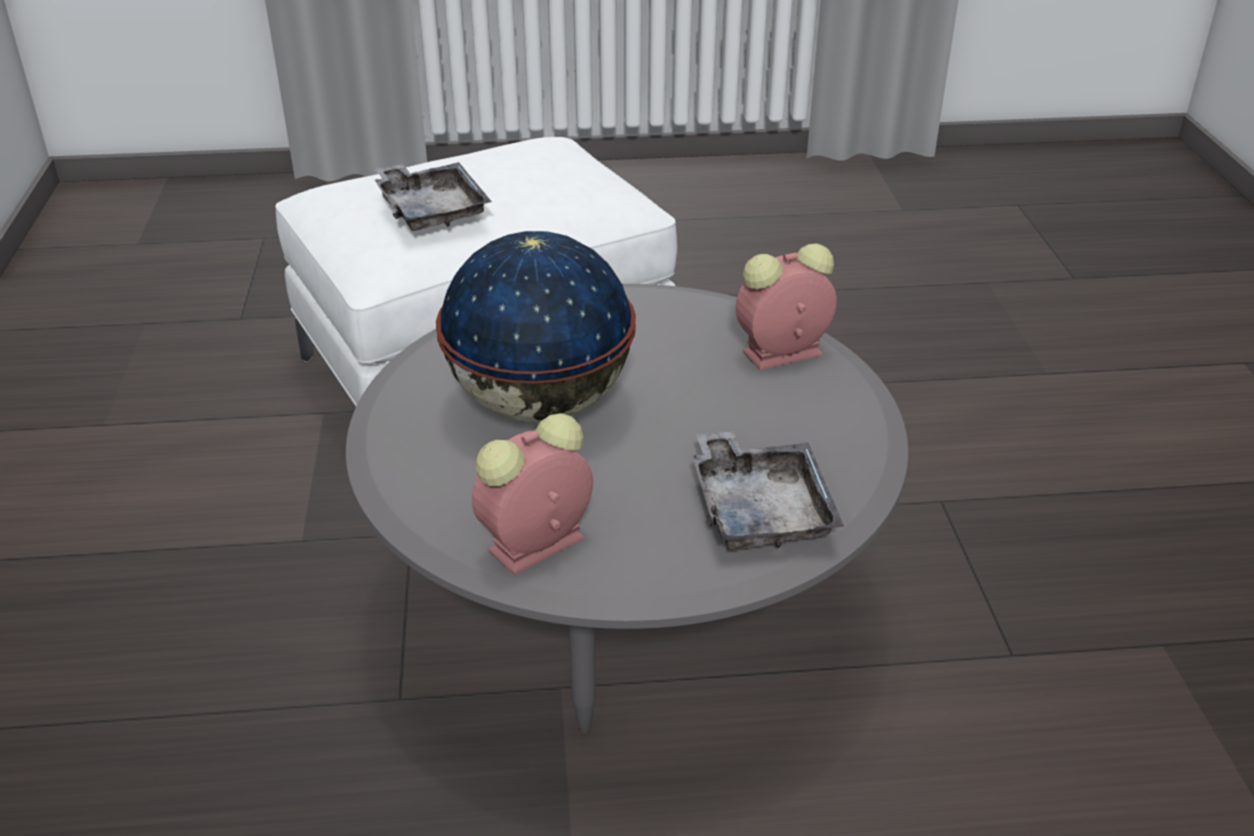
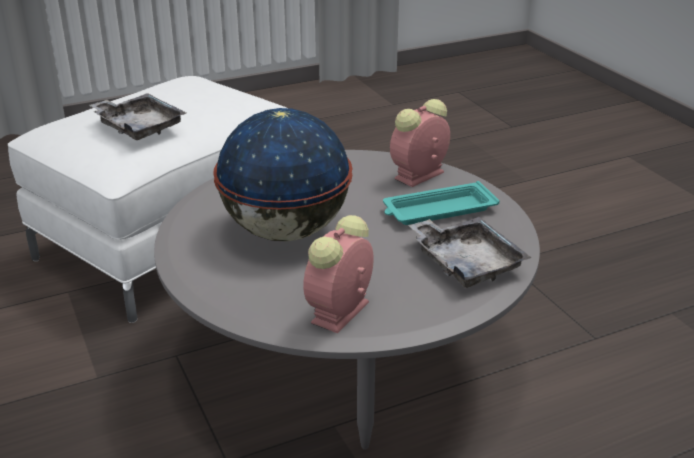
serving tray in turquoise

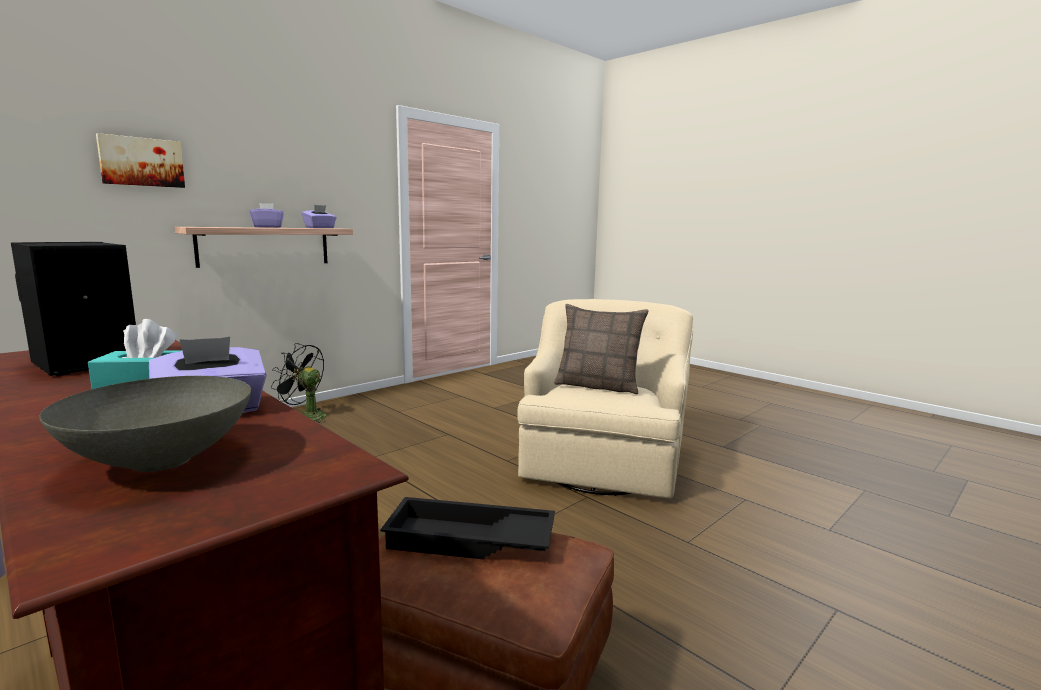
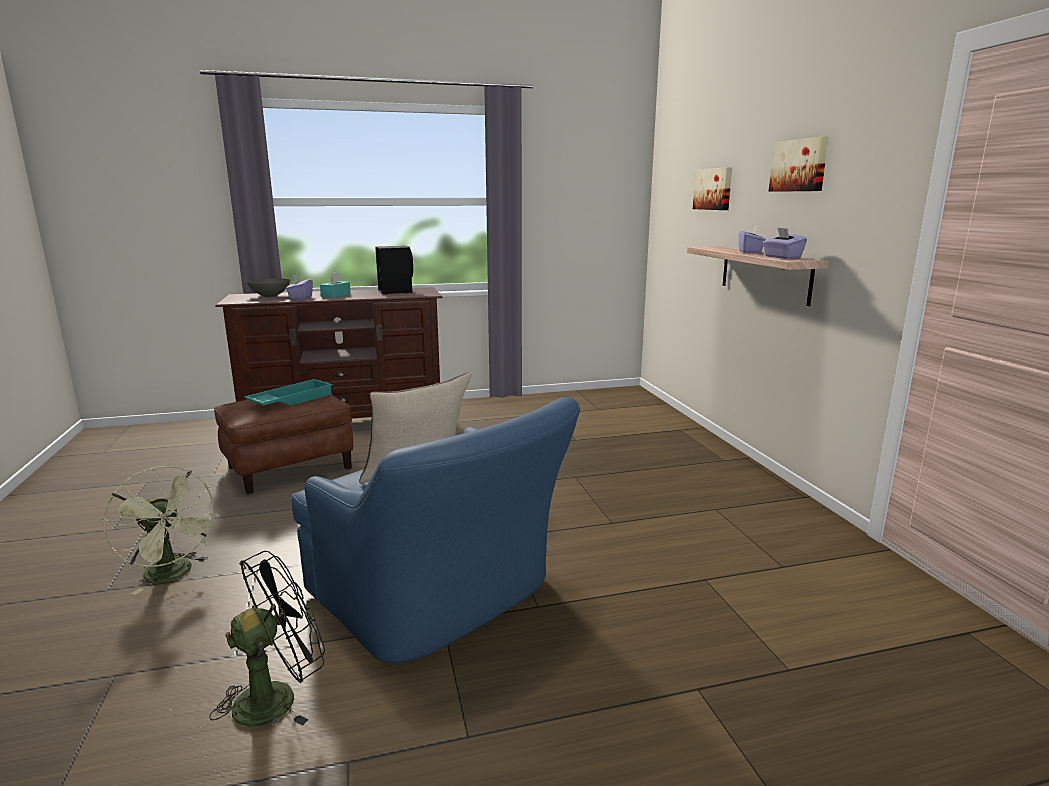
fan in blackish; serving tray in turquoise; armchair in blue-coloured; fan in greenish; picture (no. 2 from left)

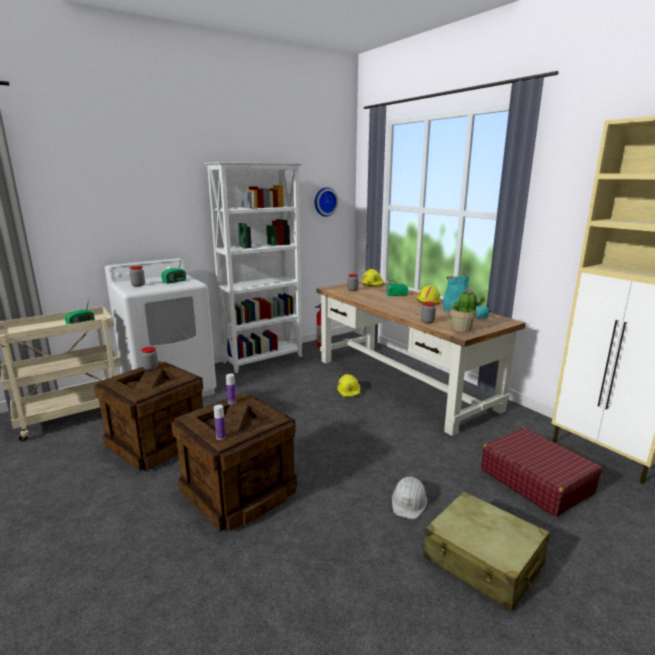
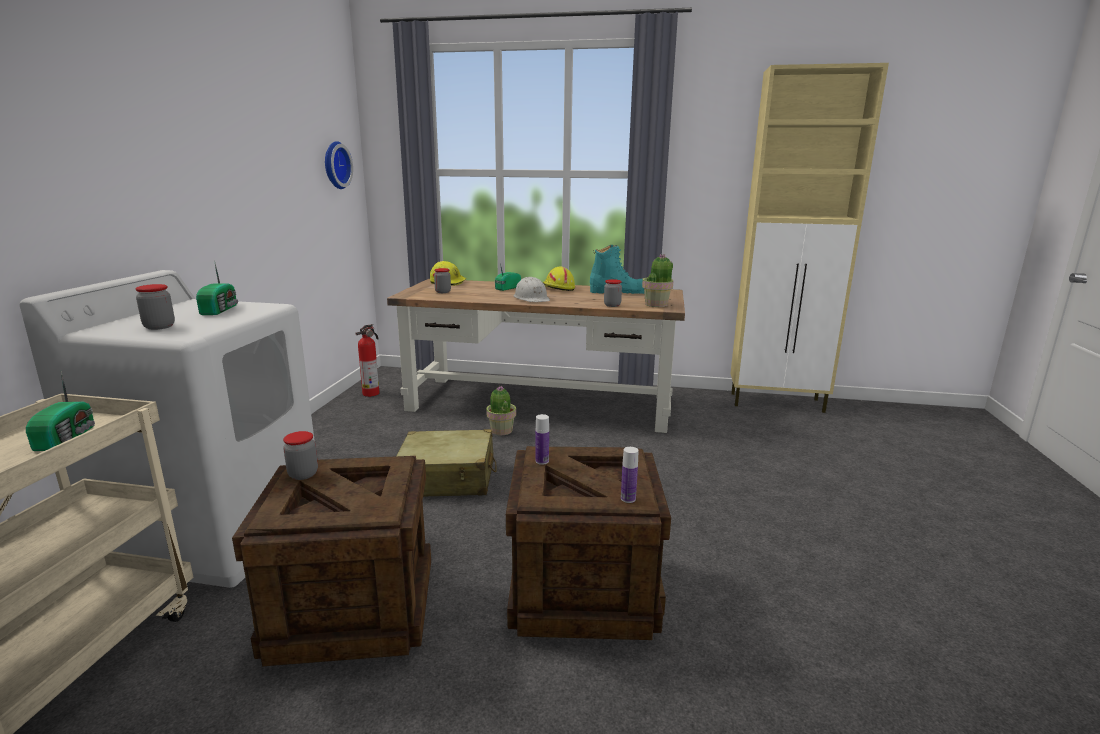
shelving unit in white-coloured; houseplant (no. 1 from left); safety helmet in white-coloured; piece of luggage in beige-coloured; piece of luggage in red

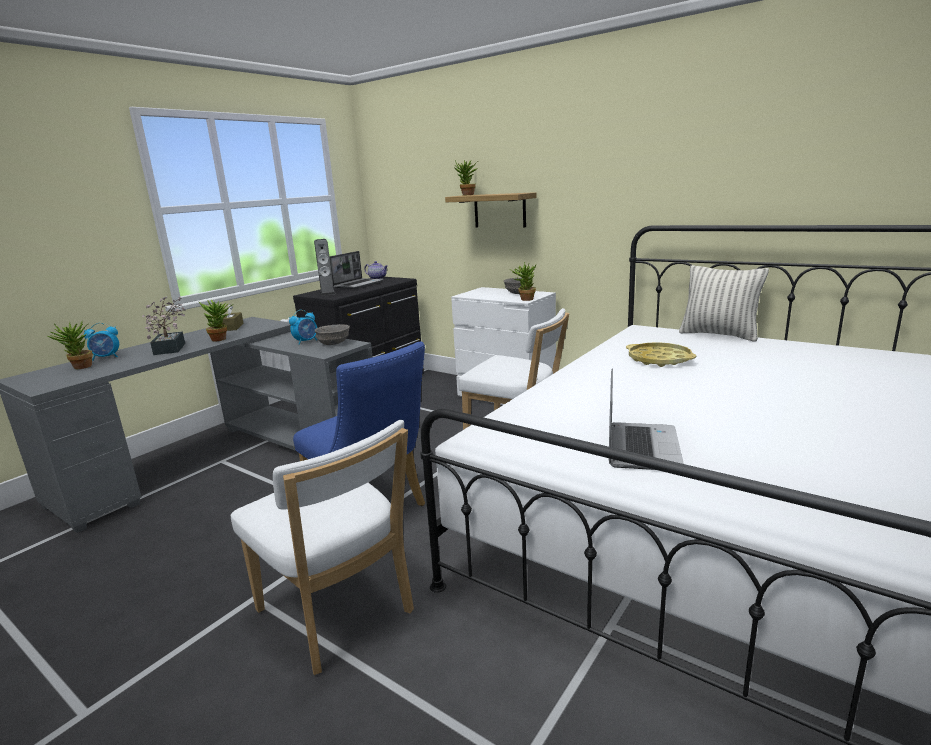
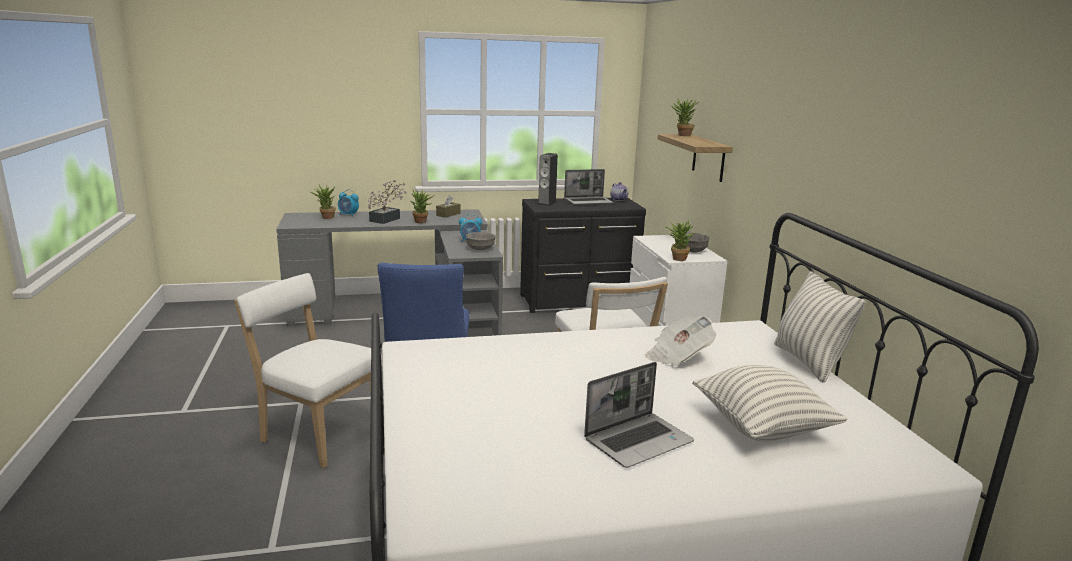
plain chair in white-coloured (no. 1 from left); laptop (no. 2 from left); daily paper; cushion (no. 1 from left)

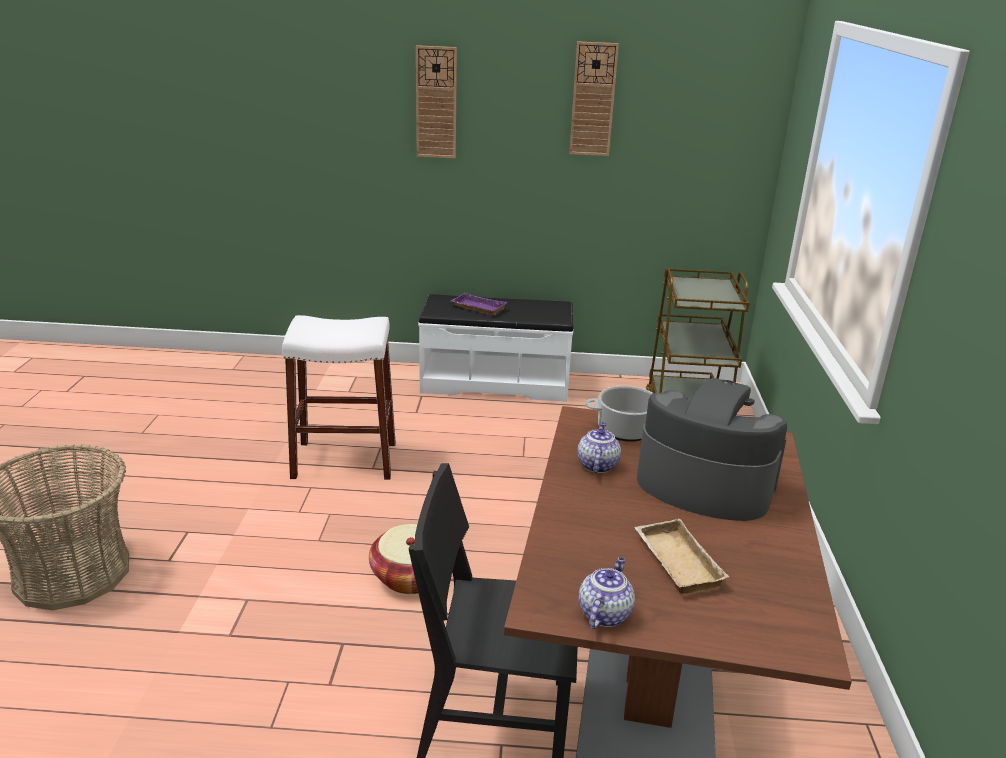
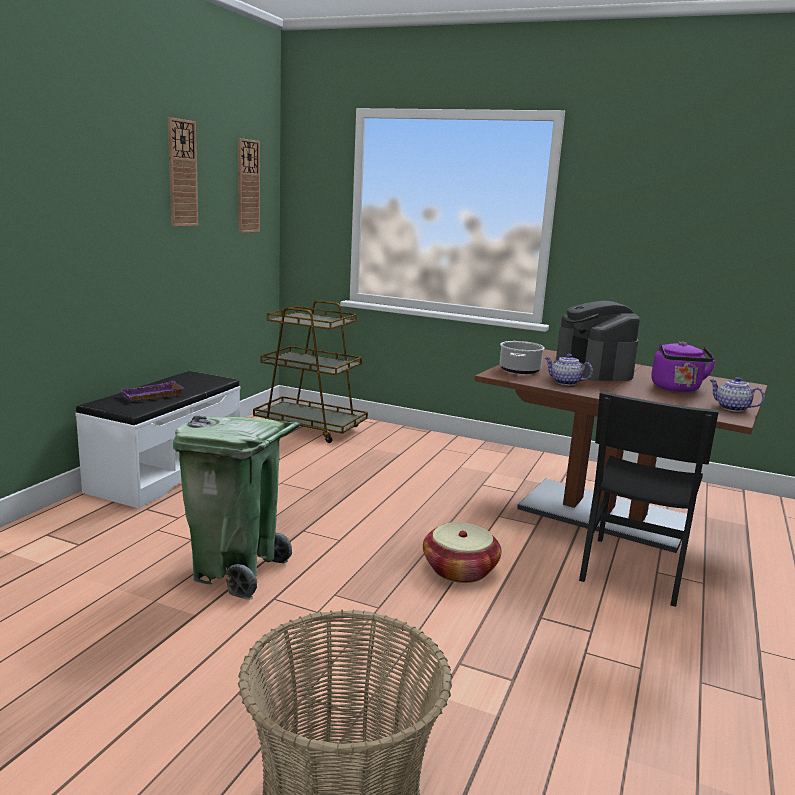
rubbish bin in greenish; hanging clock (no. 2 from left); tea kettle in purple-coloured; coffee machine

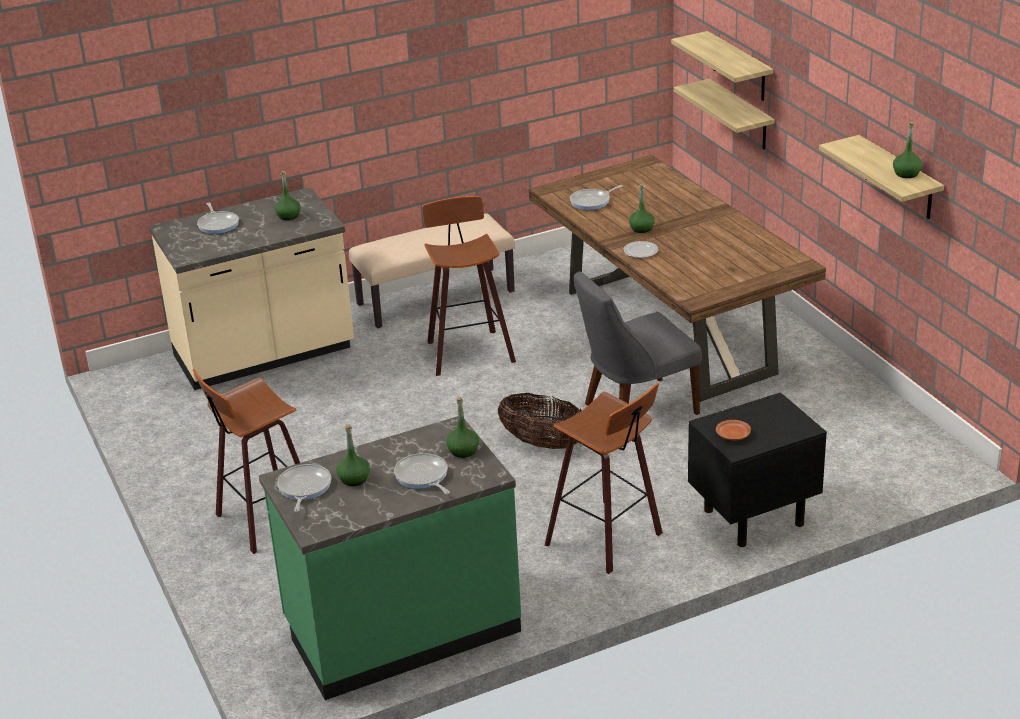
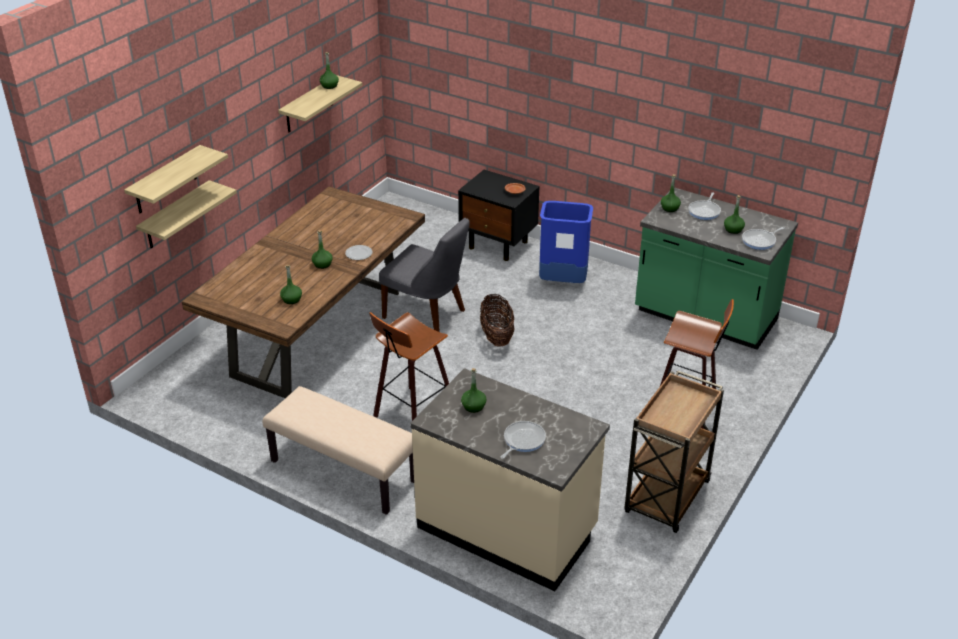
rubbish bin in blue-coloured; drink bottle in greenish (no. 1 from left); trolley in brown-coloured

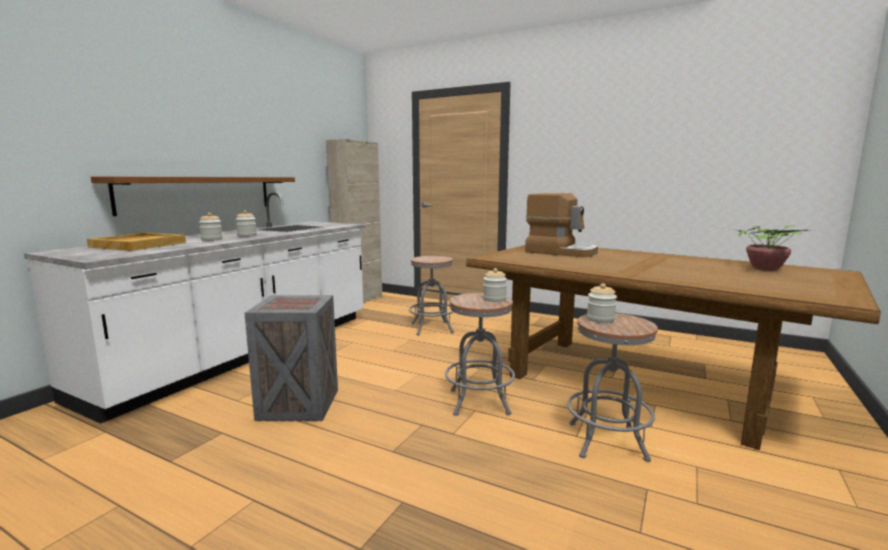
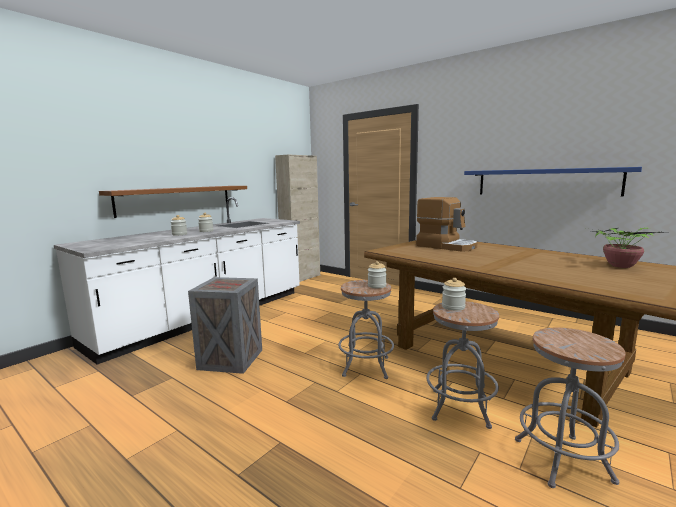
serving tray in beige-coloured; sitting stool in greyish (no. 3 from left); bracket shelf in blue-coloured

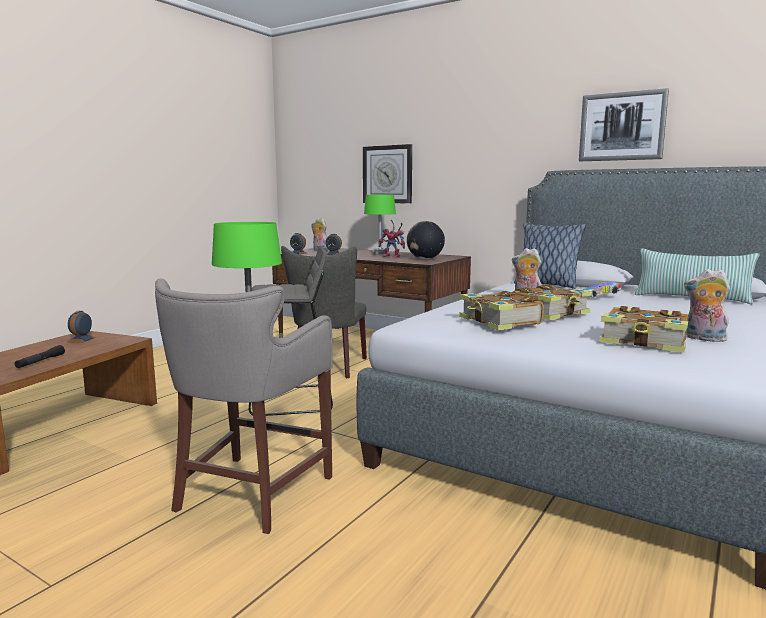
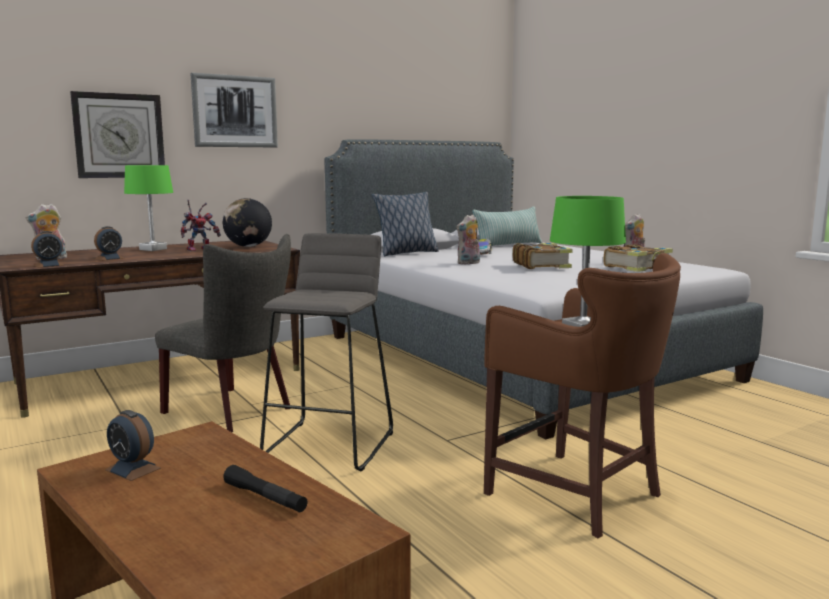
sitting stool in brown-coloured; book (no. 1 from left in the first image); picture

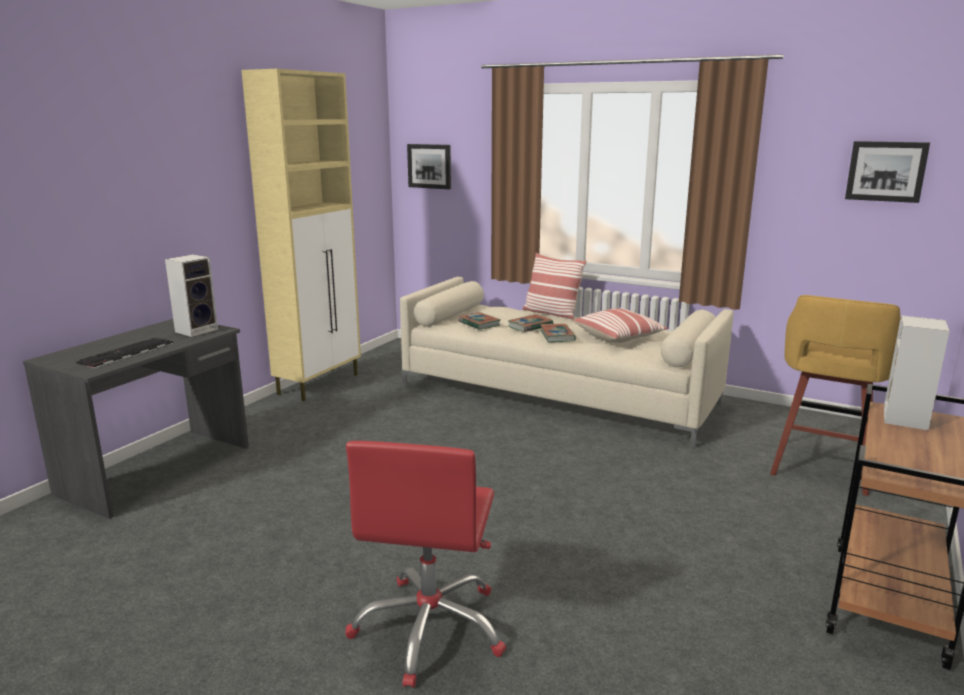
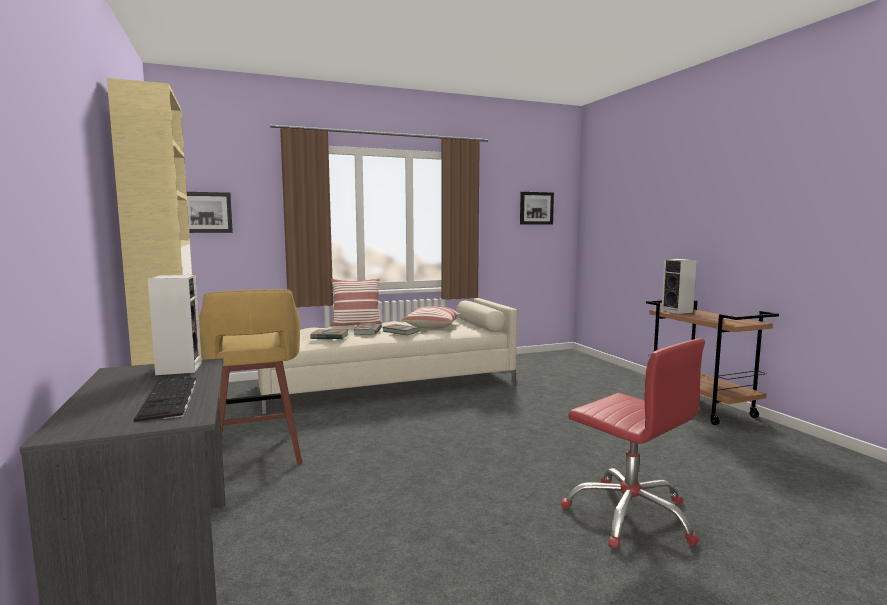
sitting stool in yellow

